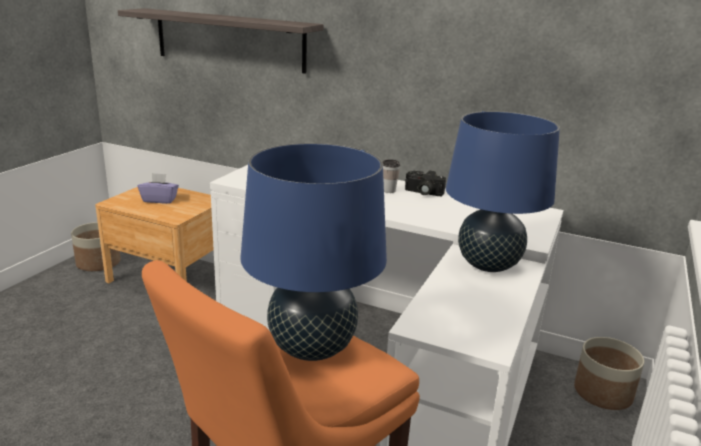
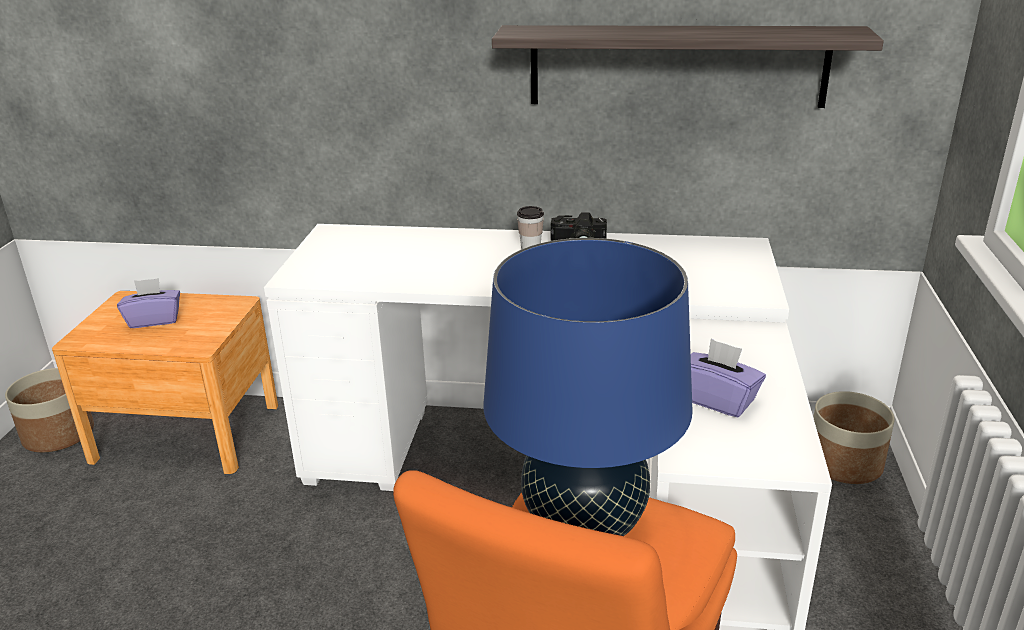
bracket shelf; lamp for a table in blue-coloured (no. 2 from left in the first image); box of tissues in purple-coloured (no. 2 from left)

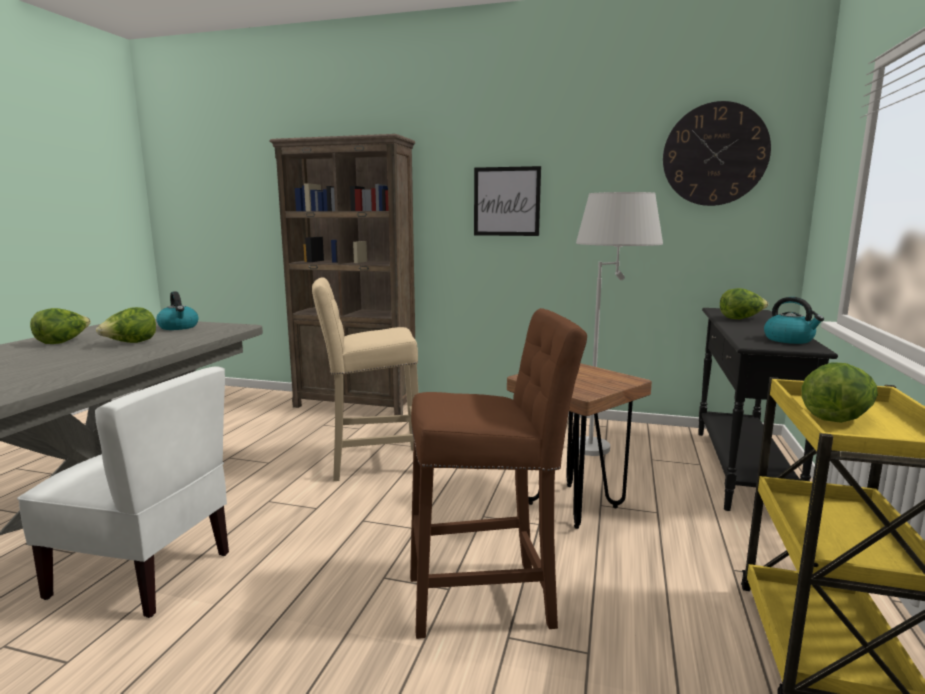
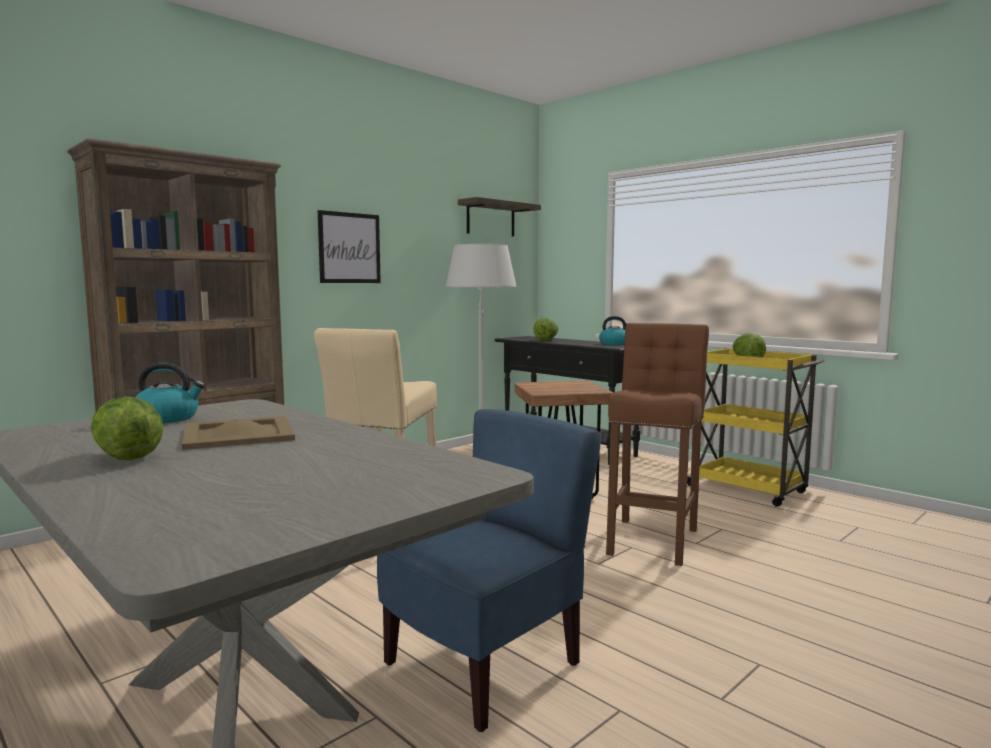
plain chair in blue-coloured; serving tray in beige-coloured; bracket shelf

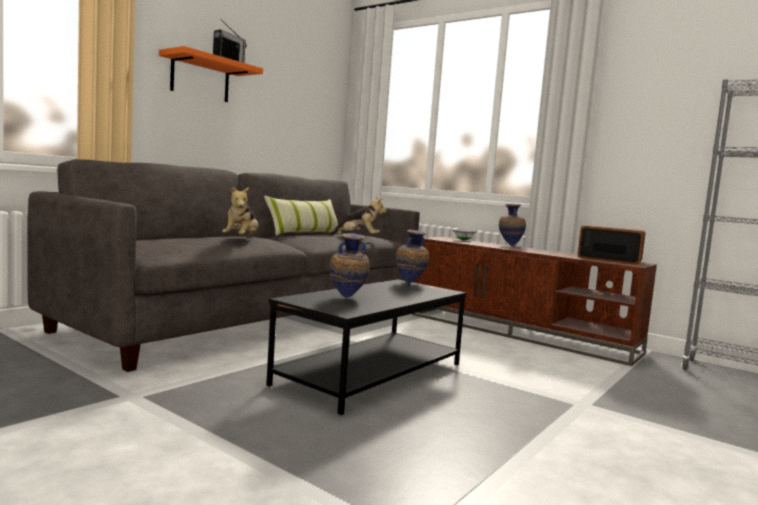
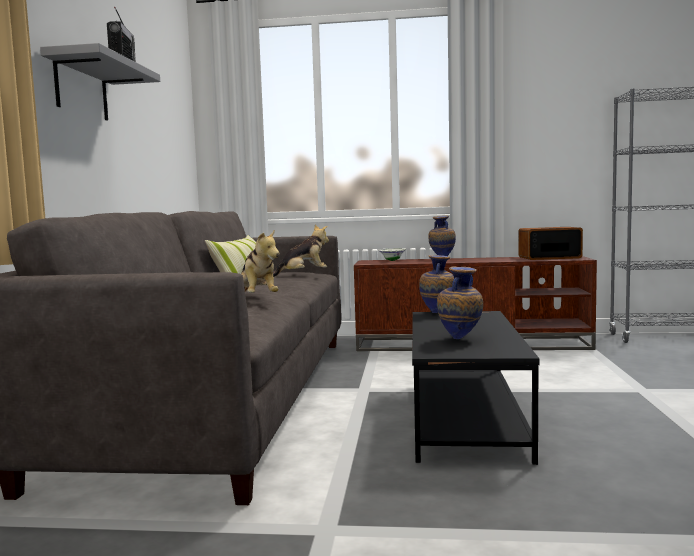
bracket shelf in greyish

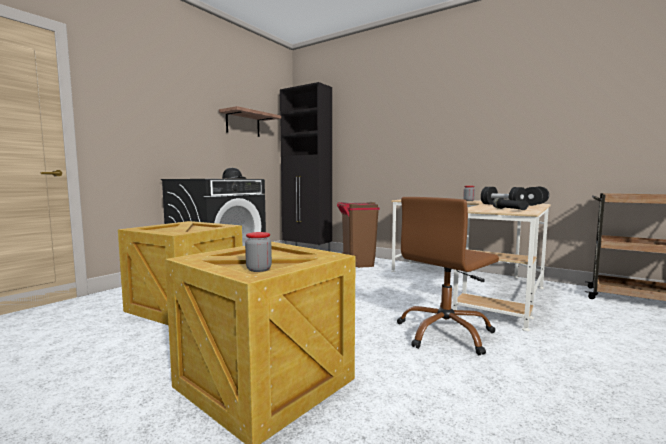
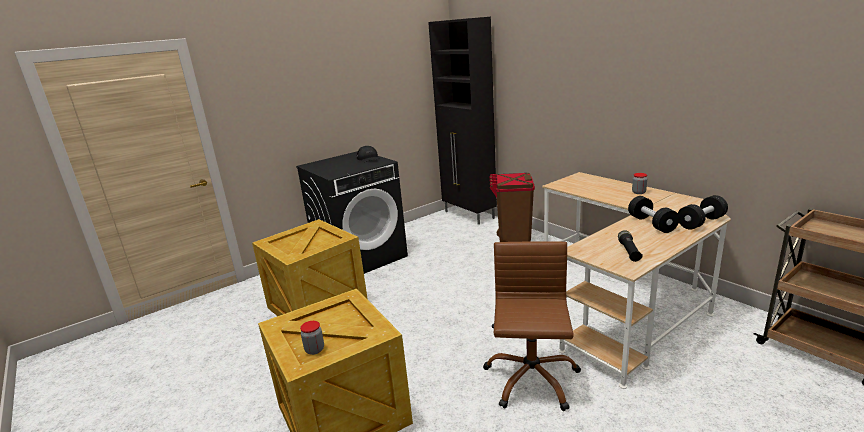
bracket shelf; computer chair in brown-coloured

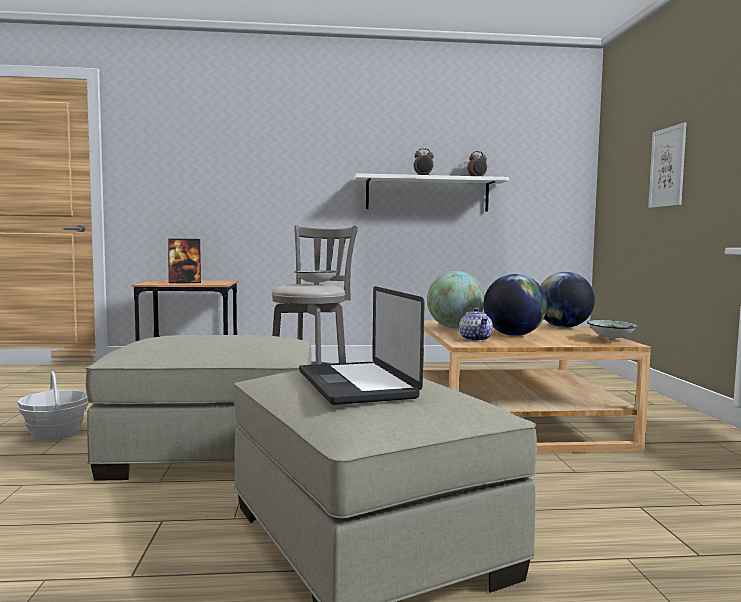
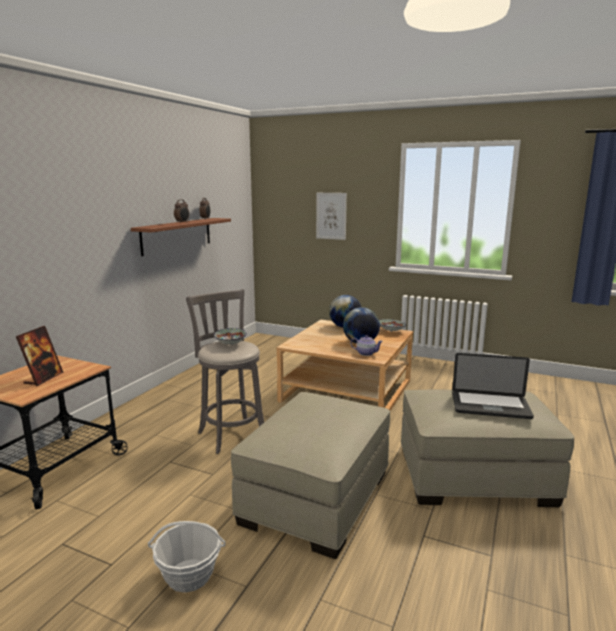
bracket shelf in brown-coloured; desk globe (no. 1 from left in the first image)

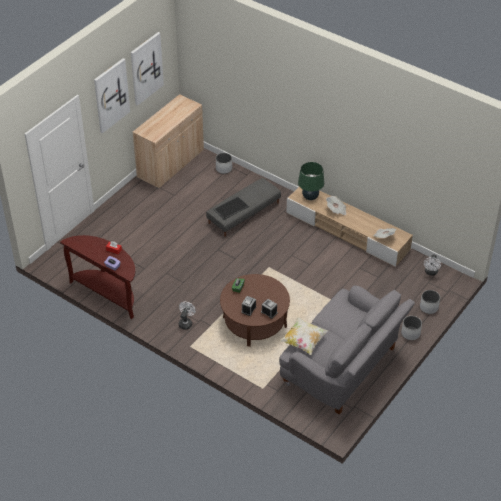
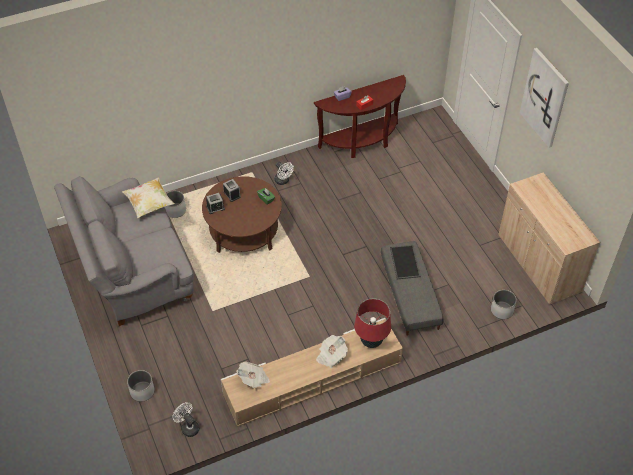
picture (no. 2 from left in the first image); lamp for a table in red; plant pot in white-coloured (no. 2 from left)

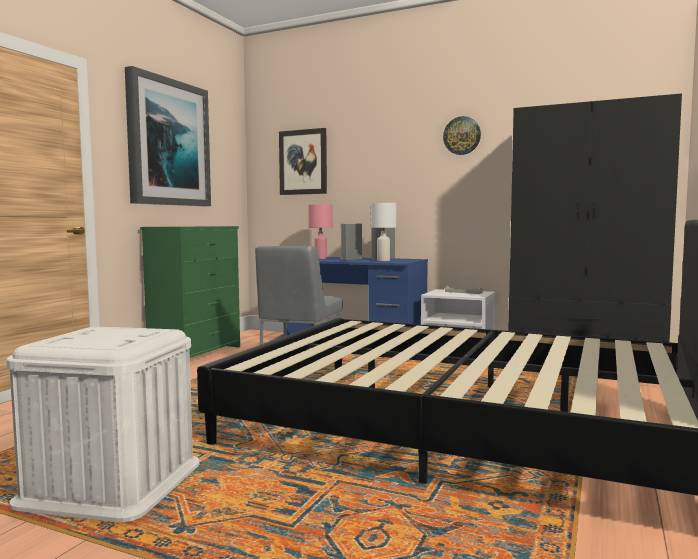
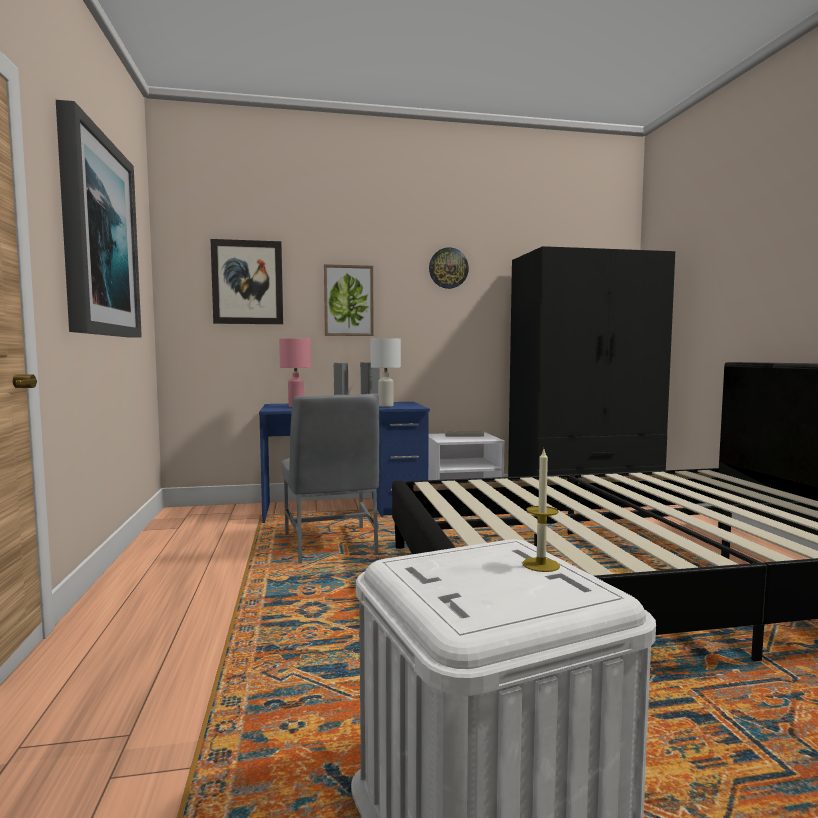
chest of drawers in greenish; picture (no. 3 from left); wax candle

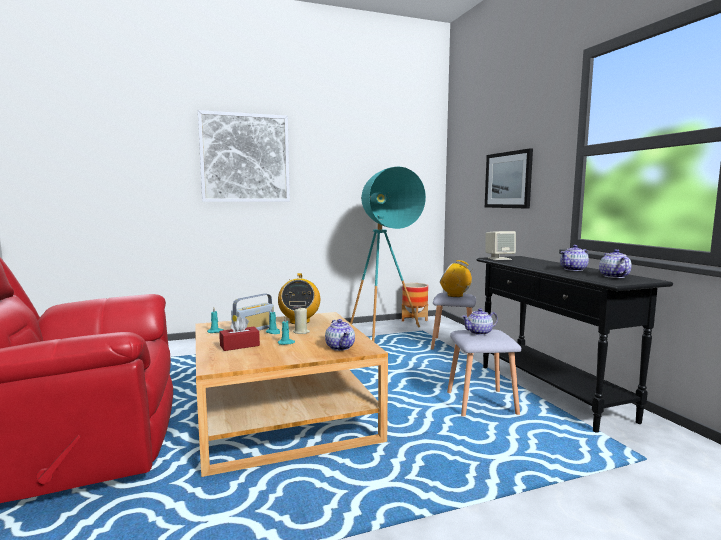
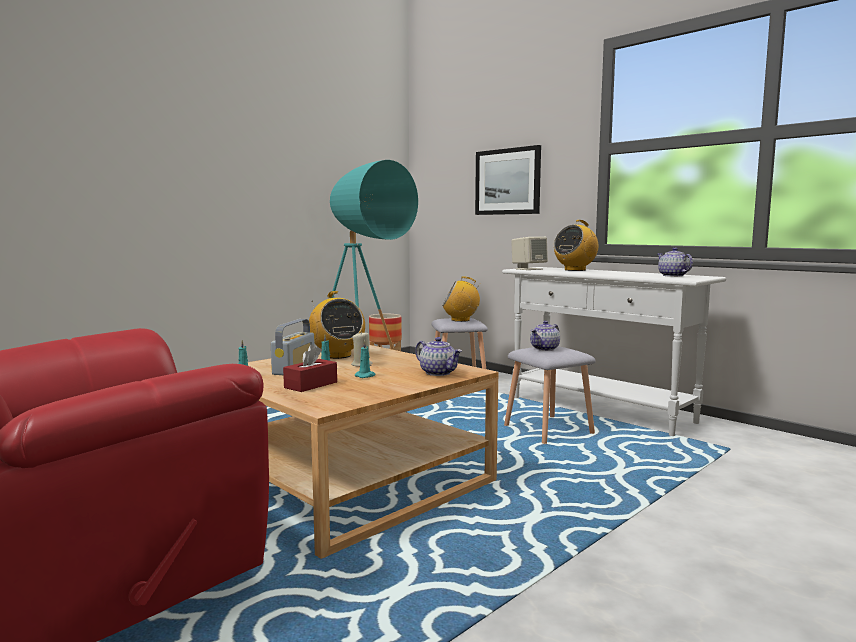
picture (no. 1 from left in the first image); narrow table in white-coloured; tea pot (no. 3 from left in the first image); radio (no. 4 from left)

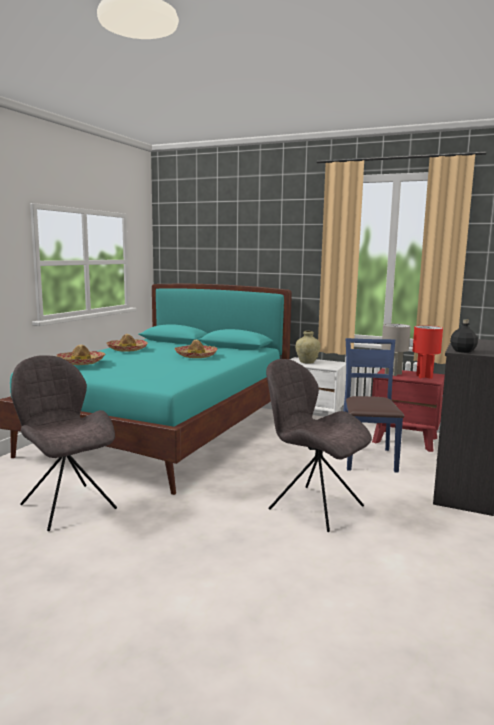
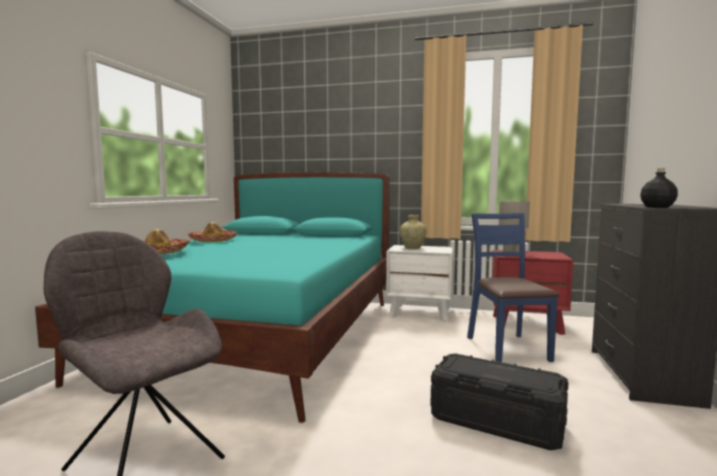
hat (no. 3 from left in the first image); storage container in blackish; lamp for a table in red

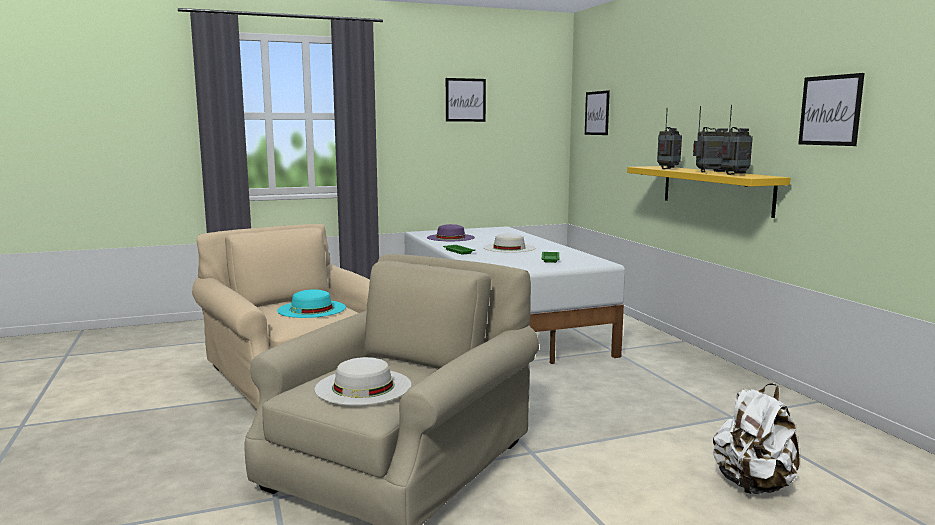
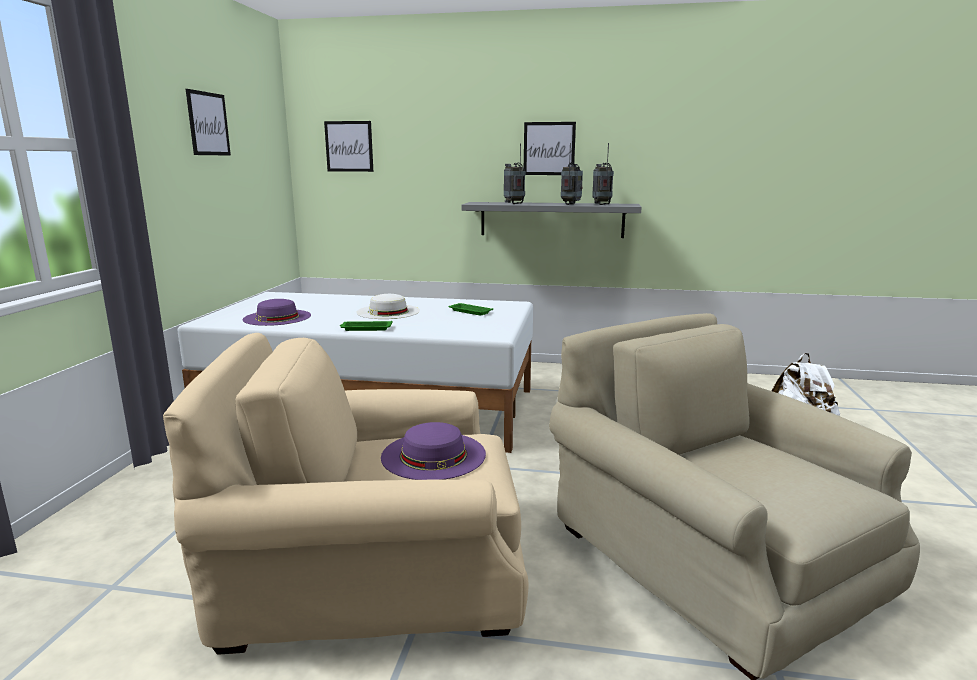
hat in purple-coloured (no. 2 from left); hat in white-coloured (no. 1 from left in the first image); bracket shelf in greyish; picture (no. 3 from left)

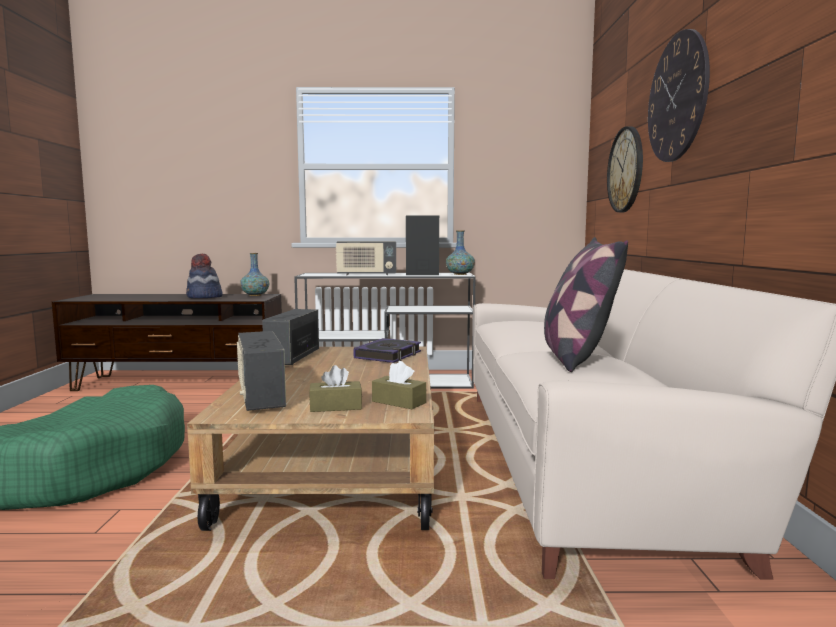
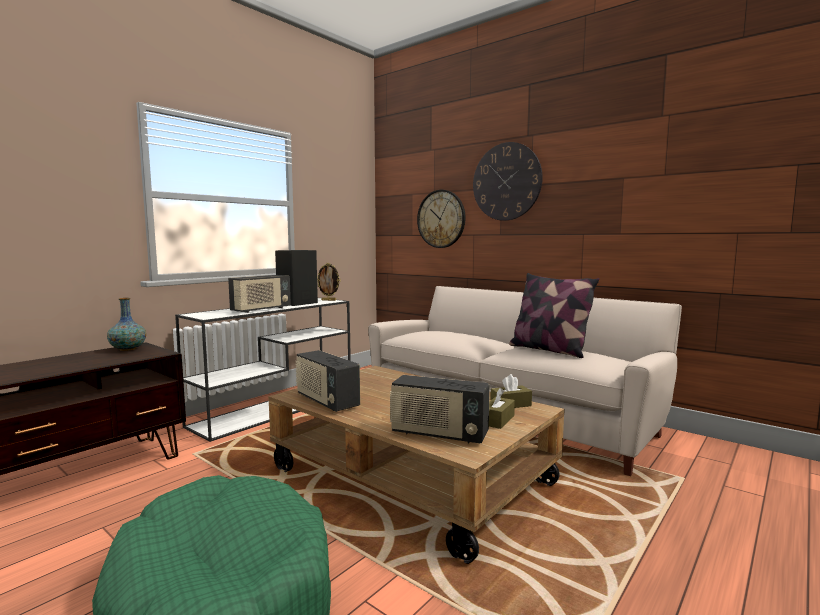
hat; book; picture frame

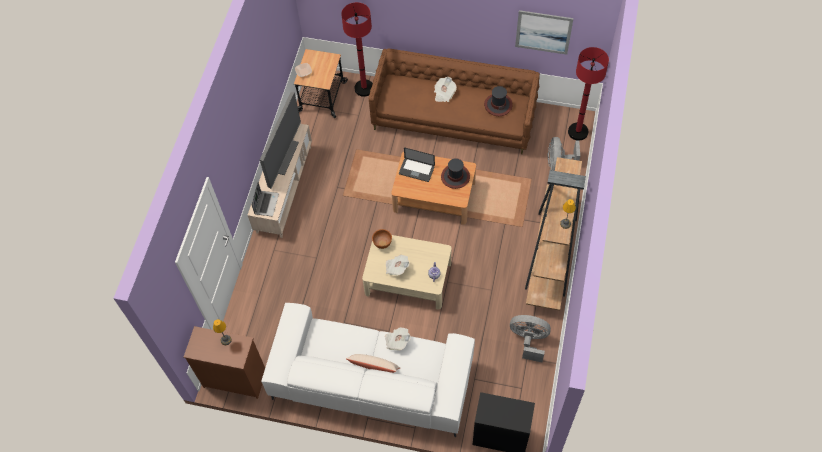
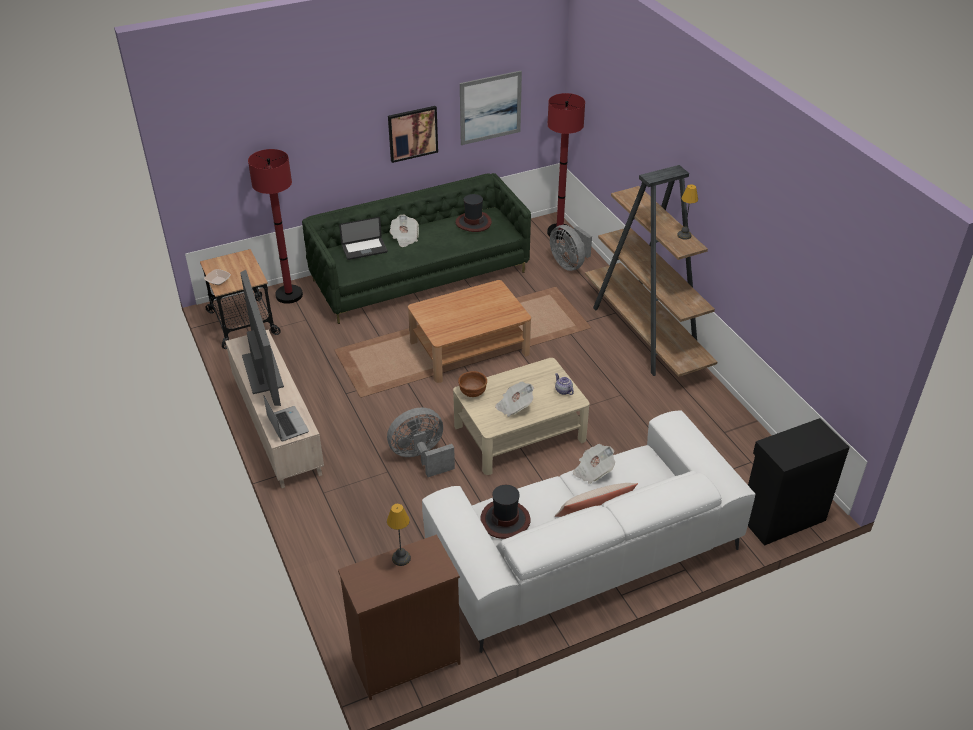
settee in greenish; laptop (no. 2 from left); hat (no. 2 from left); fan in greyish (no. 1 from left); picture (no. 1 from left)

